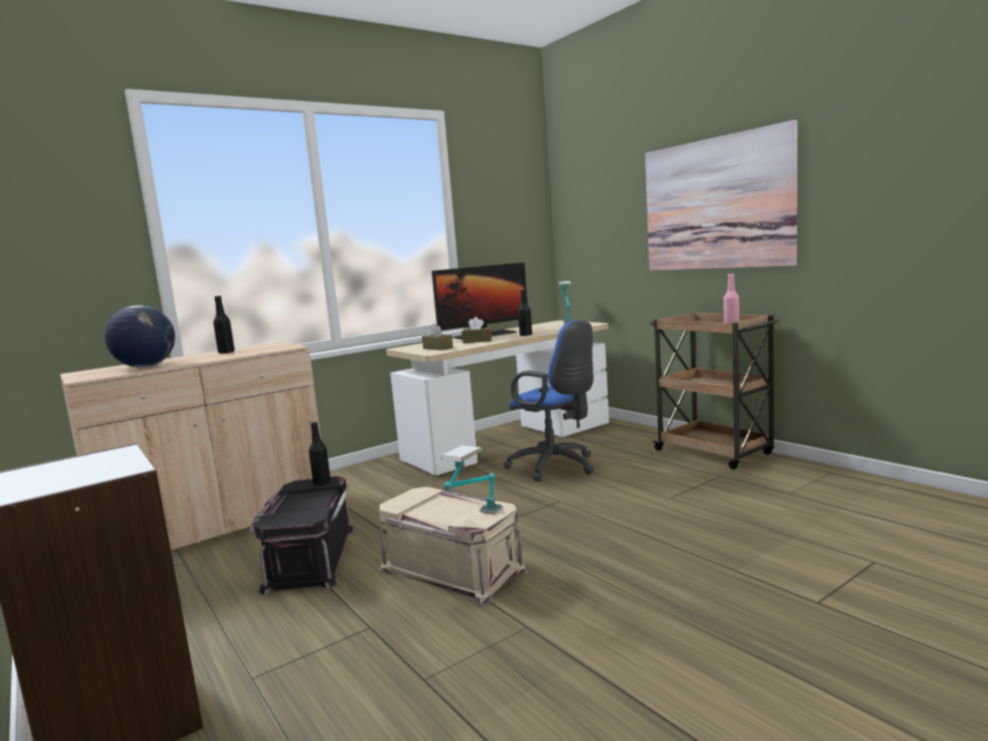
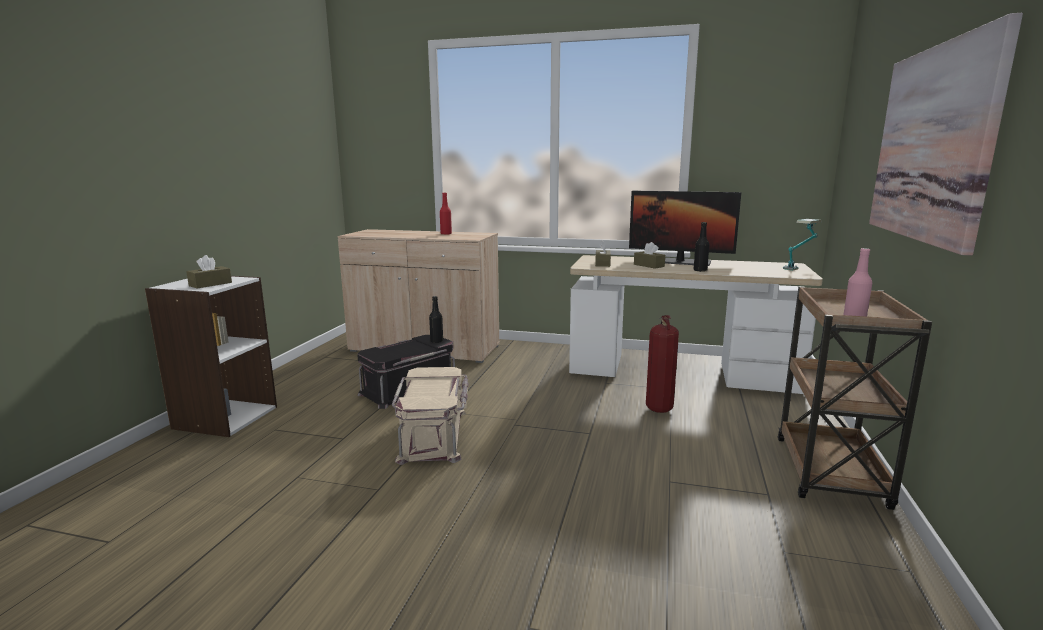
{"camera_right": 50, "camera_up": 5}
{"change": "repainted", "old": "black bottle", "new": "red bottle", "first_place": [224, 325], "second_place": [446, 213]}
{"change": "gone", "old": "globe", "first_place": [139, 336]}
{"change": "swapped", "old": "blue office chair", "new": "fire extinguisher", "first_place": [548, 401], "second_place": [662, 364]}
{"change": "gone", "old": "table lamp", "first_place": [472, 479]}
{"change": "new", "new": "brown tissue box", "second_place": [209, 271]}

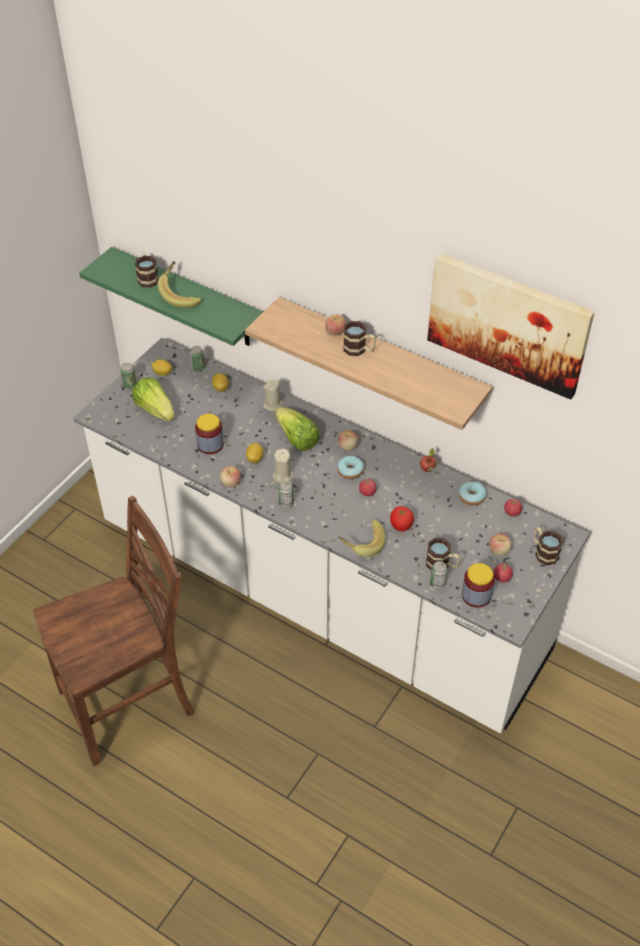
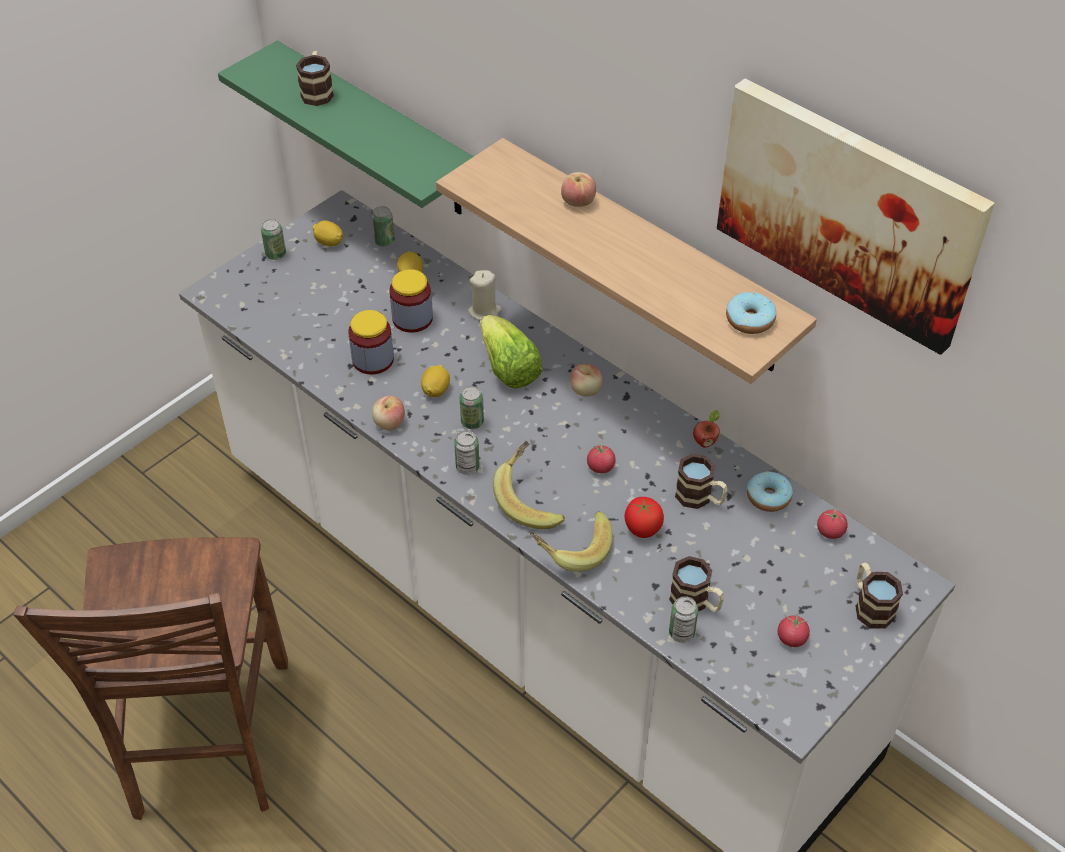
{"camera_right": 10, "camera_up": 0}
{"change": "shifted", "old": "banana", "first_place": [179, 284], "second_place": [529, 485]}
{"change": "shifted", "old": "mug", "first_place": [359, 338], "second_place": [701, 481]}
{"change": "gone", "old": "lettuce", "first_place": [153, 399]}
{"change": "swapped", "old": "beige candle", "new": "can", "first_place": [283, 466], "second_place": [472, 407]}
{"change": "shifted", "old": "donut", "first_place": [350, 467], "second_place": [751, 313]}
{"change": "rotated", "old": "brown chair", "first_place": [114, 631], "second_place": [151, 678], "degrees": 105}
{"change": "gone", "old": "apple", "first_place": [500, 545]}
{"change": "shifted", "old": "jar", "first_place": [478, 585], "second_place": [411, 301]}

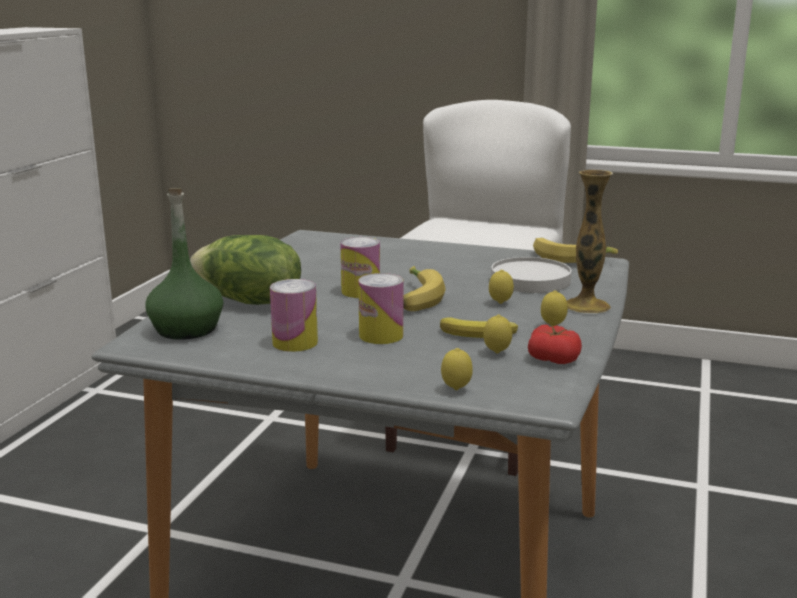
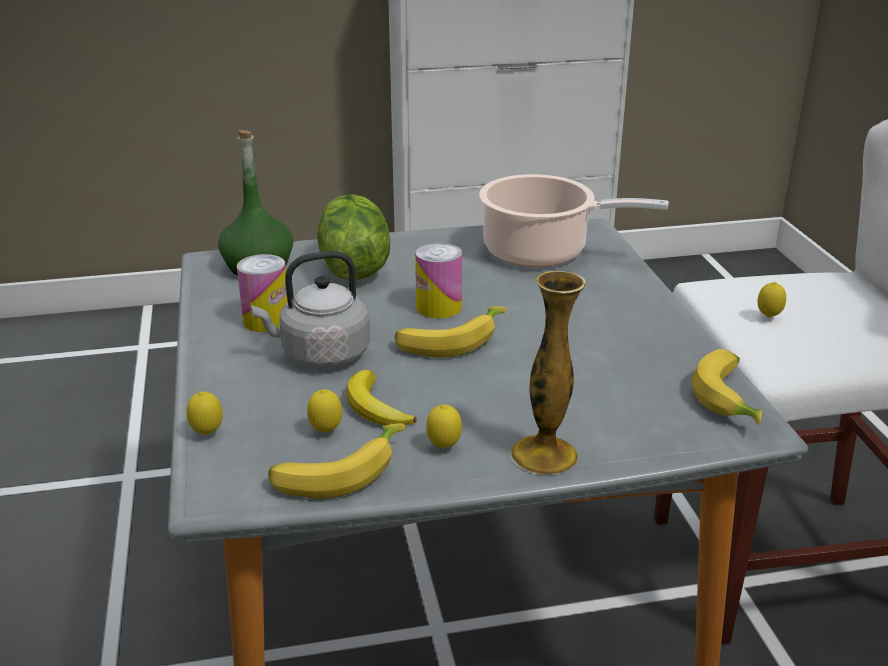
{"camera_right": 60, "camera_up": 10}
{"change": "gone", "old": "white plate", "first_place": [531, 275]}
{"change": "shifted", "old": "lemon", "first_place": [501, 287], "second_place": [772, 300]}
{"change": "swapped", "old": "can", "new": "grey kettle", "first_place": [380, 308], "second_place": [310, 309]}
{"change": "swapped", "old": "tomato", "new": "banana", "first_place": [555, 344], "second_place": [336, 461]}
{"change": "new", "new": "cooking pot", "second_place": [574, 220]}

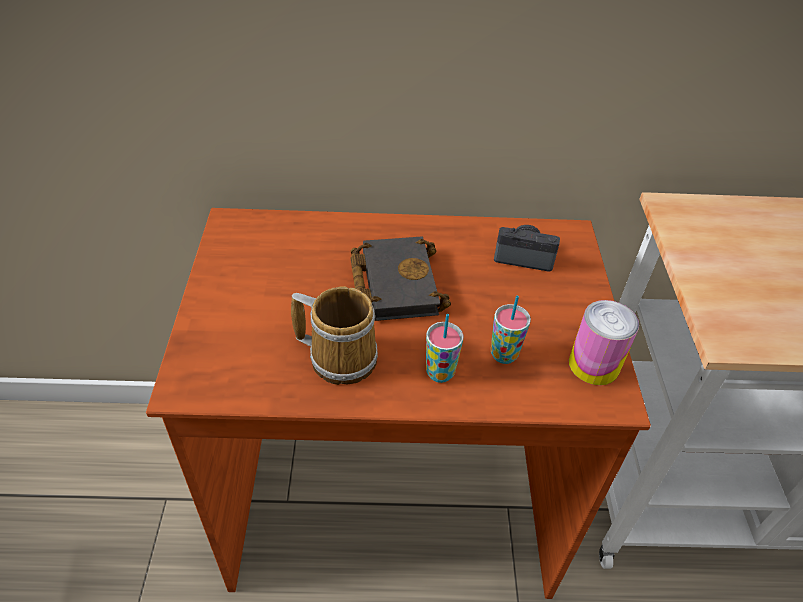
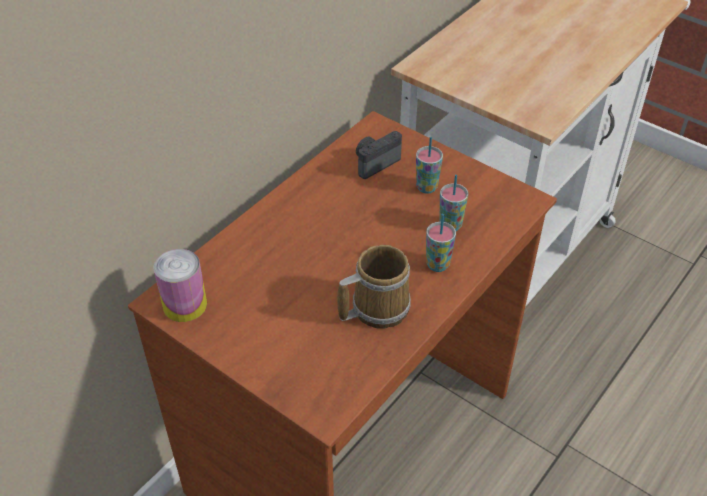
{"camera_right": -50, "camera_up": 0}
{"change": "gone", "old": "black book", "first_place": [400, 278]}
{"change": "shifted", "old": "can", "first_place": [604, 342], "second_place": [180, 285]}
{"change": "new", "new": "cup", "second_place": [429, 165]}

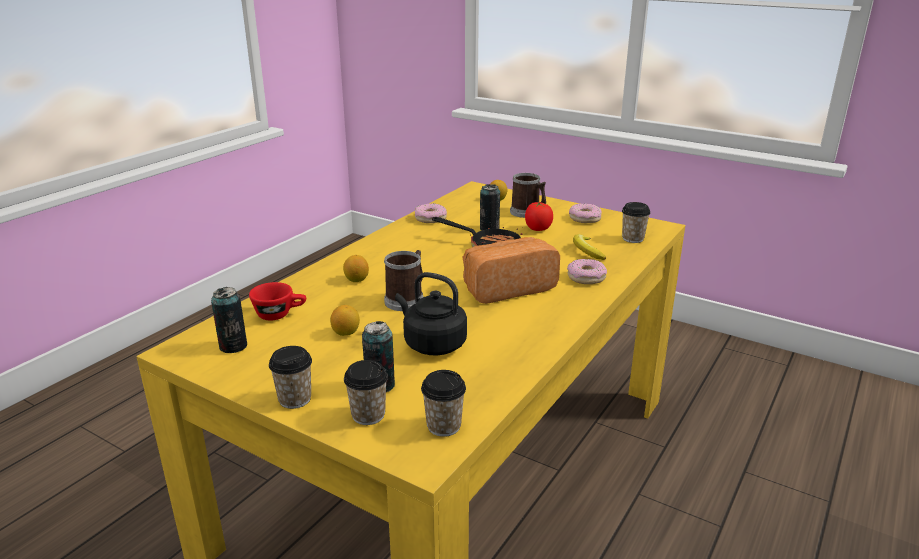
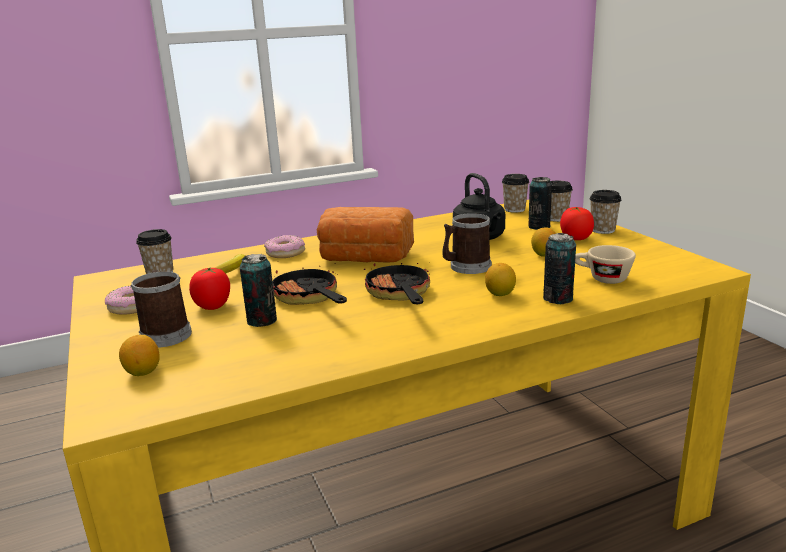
{"camera_right": -145, "camera_up": -5}
{"change": "gone", "old": "donut", "first_place": [431, 213]}
{"change": "repainted", "old": "red cup", "new": "beige cup", "first_place": [277, 301], "second_place": [605, 264]}
{"change": "shifted", "old": "can", "first_place": [229, 320], "second_place": [559, 268]}
{"change": "new", "new": "tomato", "second_place": [577, 223]}
{"change": "new", "new": "frying pan", "second_place": [397, 283]}

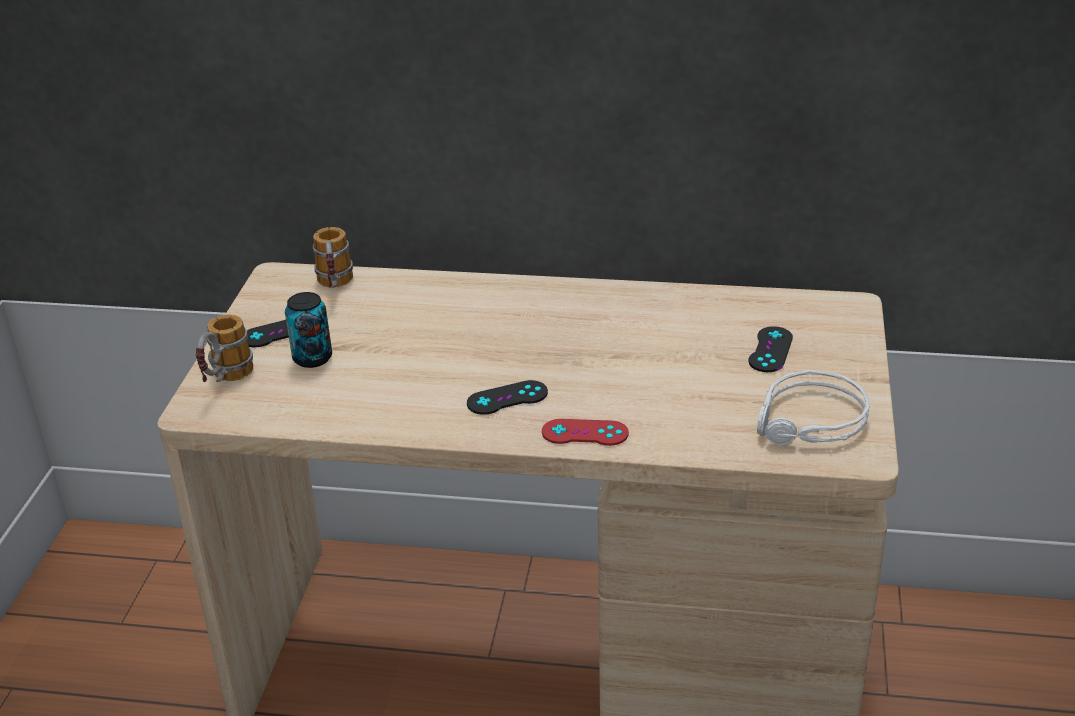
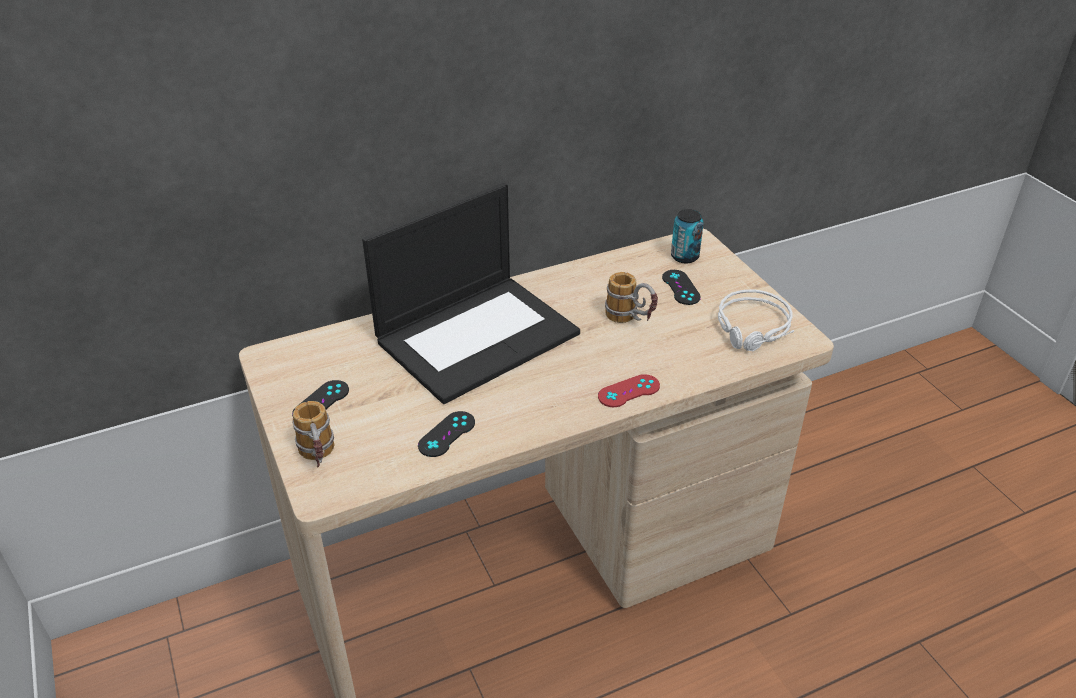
{"camera_right": -35, "camera_up": 5}
{"change": "shifted", "old": "mug", "first_place": [333, 257], "second_place": [631, 297]}
{"change": "shifted", "old": "can", "first_place": [308, 330], "second_place": [687, 236]}
{"change": "shifted", "old": "black game controller", "first_place": [507, 397], "second_place": [446, 434]}
{"change": "new", "new": "laptop", "second_place": [471, 293]}

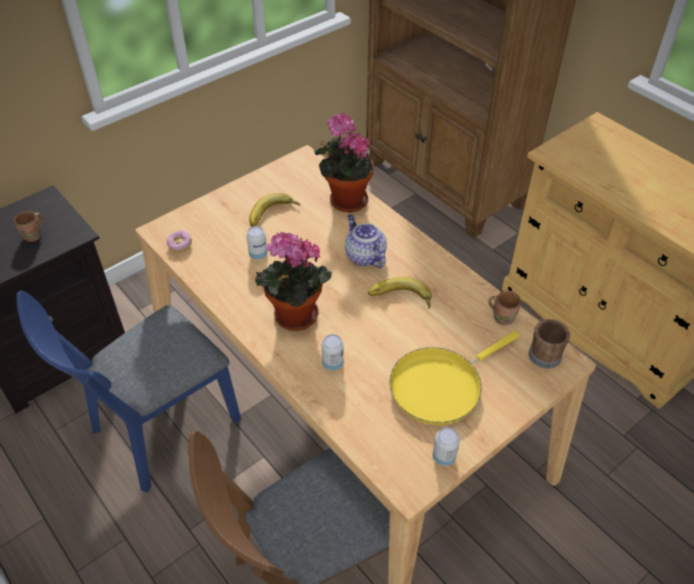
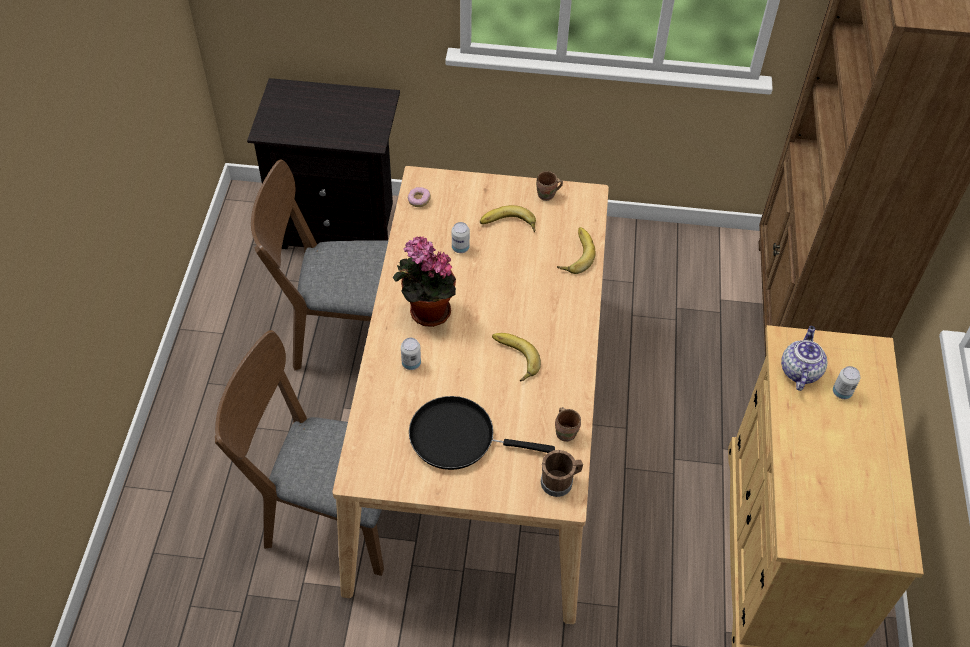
{"camera_right": 45, "camera_up": 5}
{"change": "swapped", "old": "potted plant", "new": "banana", "first_place": [344, 162], "second_place": [576, 250]}
{"change": "shifted", "old": "brown mug", "first_place": [28, 226], "second_place": [549, 186]}
{"change": "shifted", "old": "teapot", "first_place": [366, 241], "second_place": [804, 358]}
{"change": "repainted", "old": "blue chair", "new": "brown chair", "first_place": [128, 392], "second_place": [319, 264]}
{"change": "repainted", "old": "yellow frying pan", "new": "black frying pan", "first_place": [454, 378], "second_place": [482, 433]}
{"change": "shifted", "old": "can", "first_place": [446, 446], "second_place": [846, 382]}

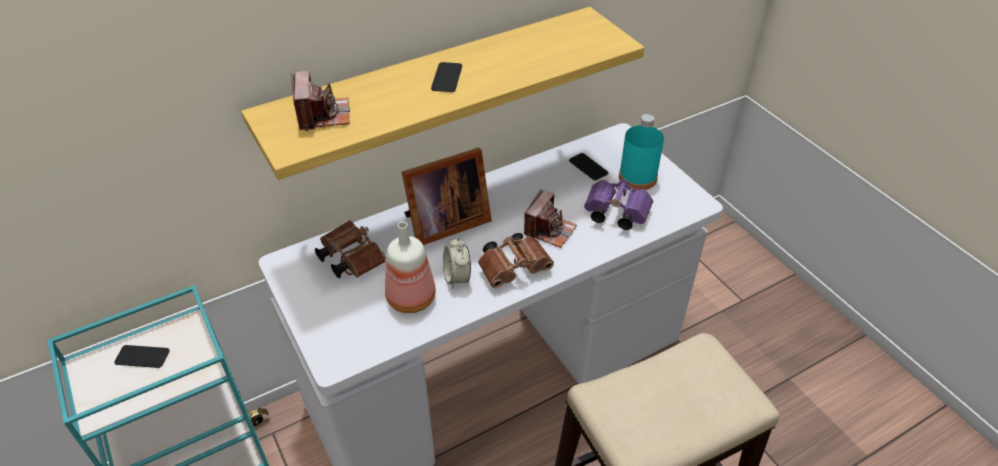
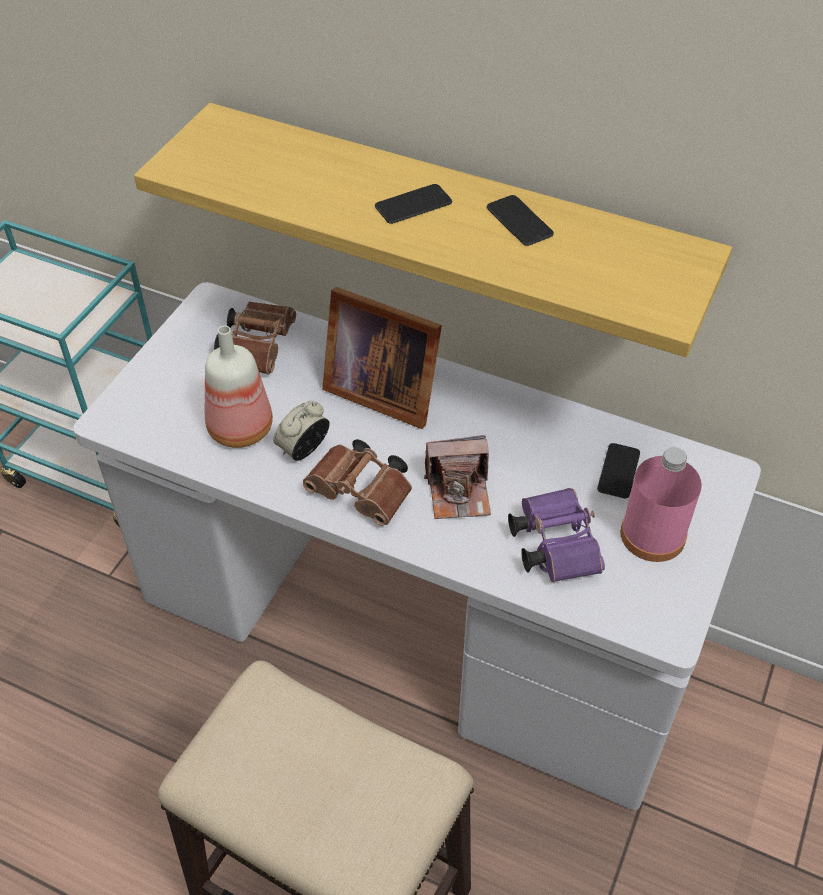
{"camera_right": 55, "camera_up": 5}
{"change": "gone", "old": "photo camera", "first_place": [320, 101]}
{"change": "repainted", "old": "turquoise bottle", "new": "pink bottle", "first_place": [641, 152], "second_place": [661, 504]}
{"change": "shifted", "old": "phone", "first_place": [141, 356], "second_place": [520, 220]}

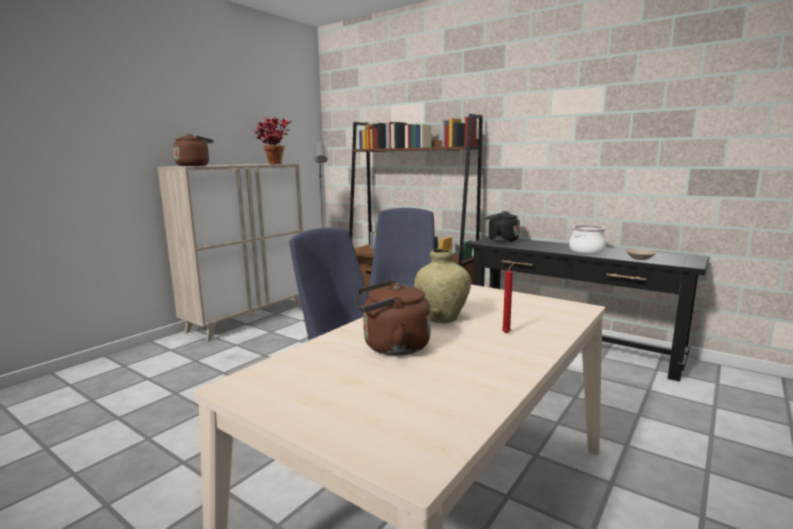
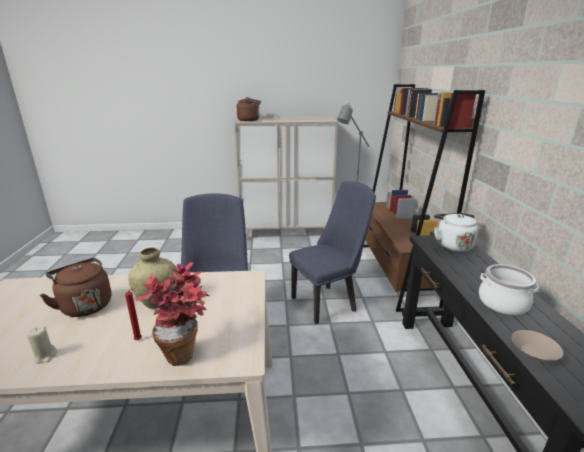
{"camera_right": 50, "camera_up": 10}
{"change": "shifted", "old": "potted plant", "first_place": [272, 140], "second_place": [172, 314]}
{"change": "repainted", "old": "black kettle", "new": "white kettle", "first_place": [502, 226], "second_place": [456, 232]}
{"change": "new", "new": "beige candle", "second_place": [42, 345]}

